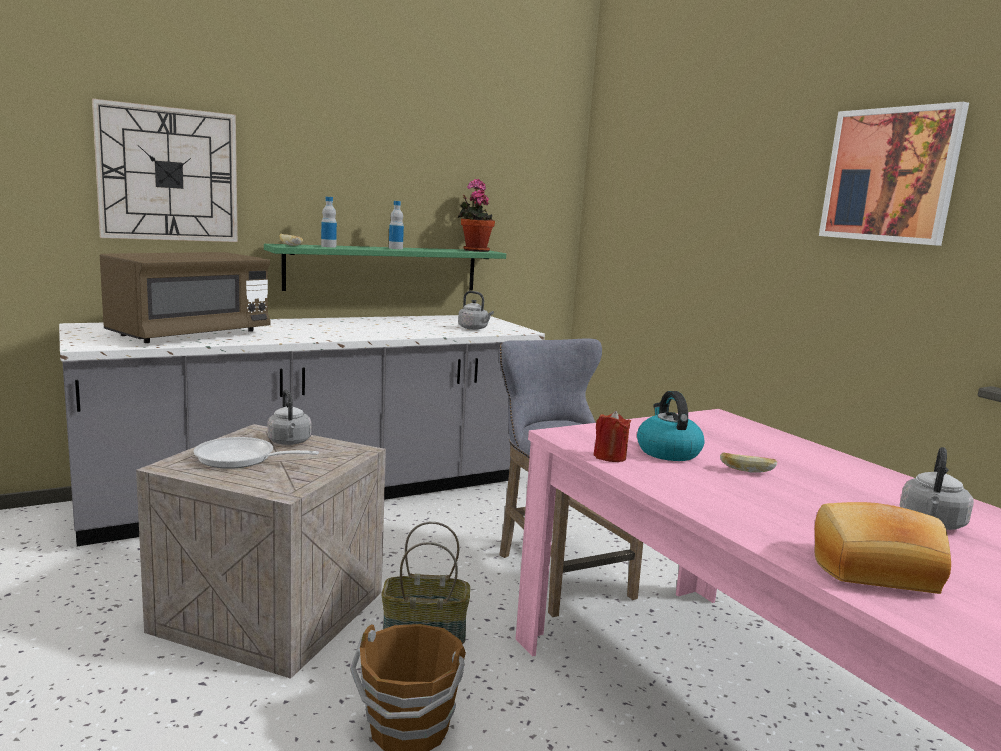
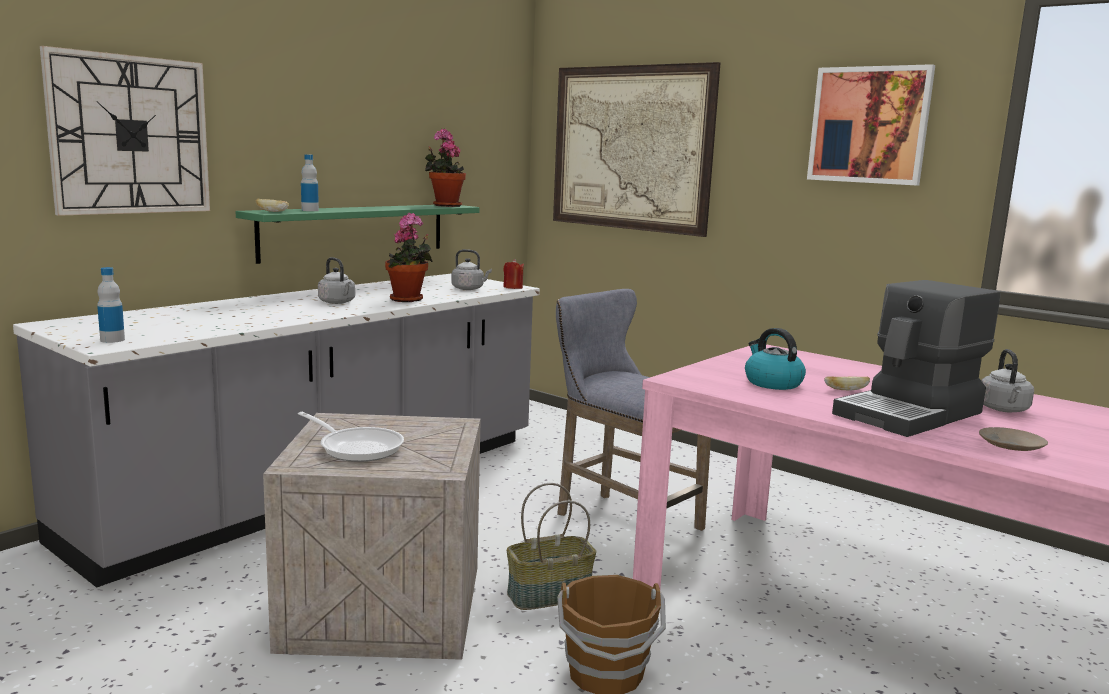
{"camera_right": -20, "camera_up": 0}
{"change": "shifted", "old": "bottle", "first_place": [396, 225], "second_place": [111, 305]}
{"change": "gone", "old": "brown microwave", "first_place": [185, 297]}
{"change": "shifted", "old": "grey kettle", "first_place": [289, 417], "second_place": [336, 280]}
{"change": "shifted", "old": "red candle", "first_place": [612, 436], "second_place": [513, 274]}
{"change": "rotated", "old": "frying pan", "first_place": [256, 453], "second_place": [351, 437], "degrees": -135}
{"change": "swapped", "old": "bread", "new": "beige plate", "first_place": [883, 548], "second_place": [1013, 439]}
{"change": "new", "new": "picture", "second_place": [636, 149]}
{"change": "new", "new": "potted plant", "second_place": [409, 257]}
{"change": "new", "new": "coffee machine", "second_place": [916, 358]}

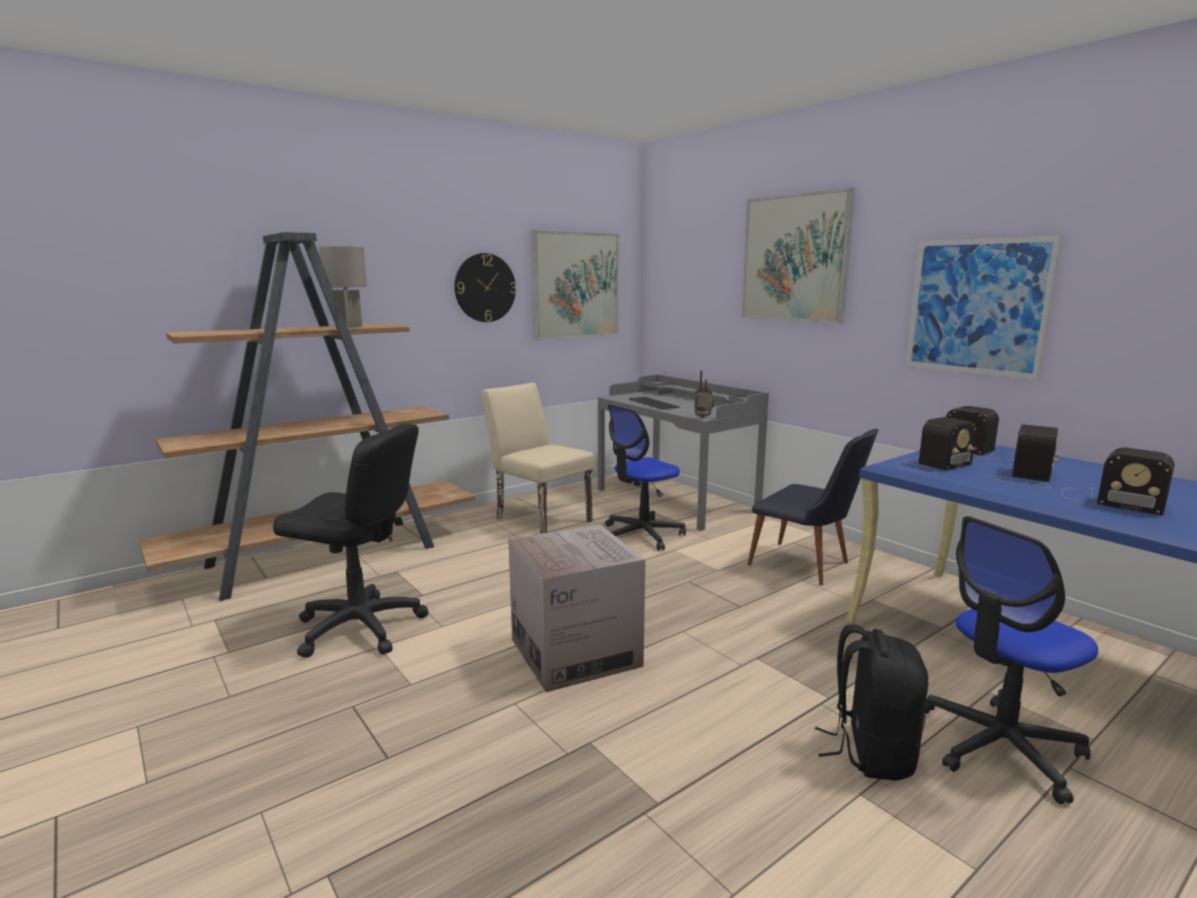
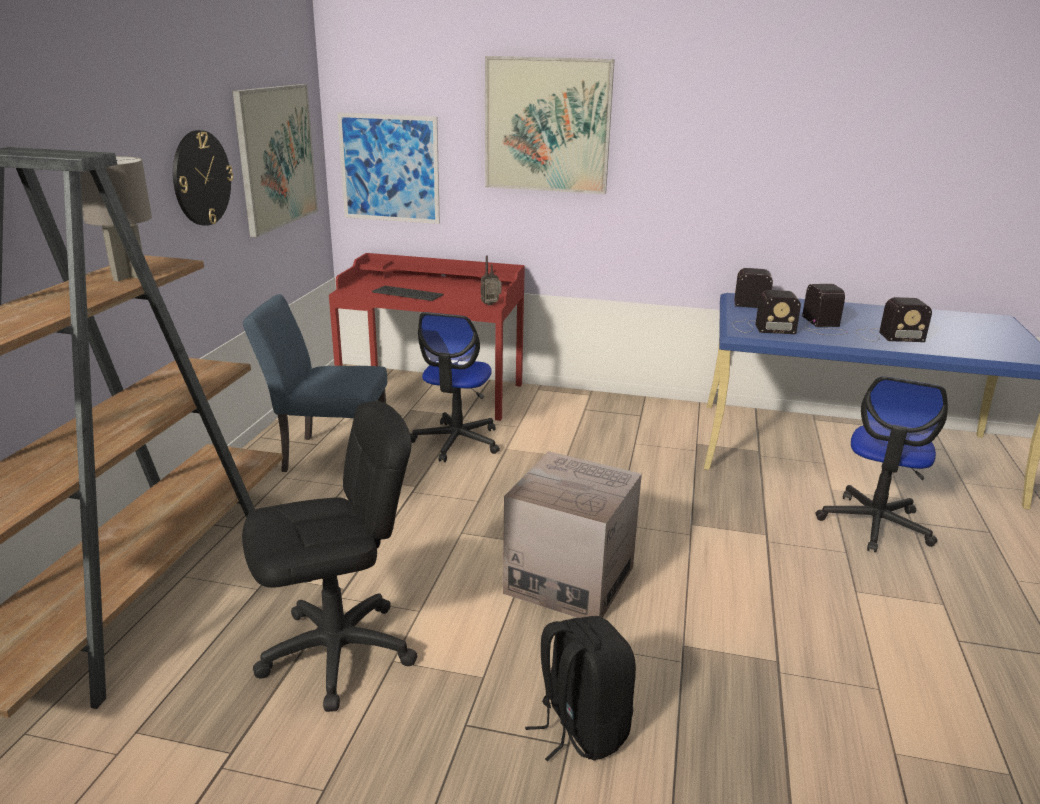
{"camera_right": -40, "camera_up": 10}
{"change": "shifted", "old": "picture", "first_place": [984, 308], "second_place": [388, 168]}
{"change": "repainted", "old": "grey desk", "new": "red desk", "first_place": [683, 452], "second_place": [427, 337]}
{"change": "repainted", "old": "beige chair", "new": "blue chair", "first_place": [538, 458], "second_place": [315, 383]}
{"change": "rotated", "old": "radio", "first_place": [934, 445], "second_place": [766, 312], "degrees": 75}
{"change": "gone", "old": "black chair", "first_place": [812, 507]}
{"change": "shifted", "old": "black backpack", "first_place": [871, 702], "second_place": [580, 689]}

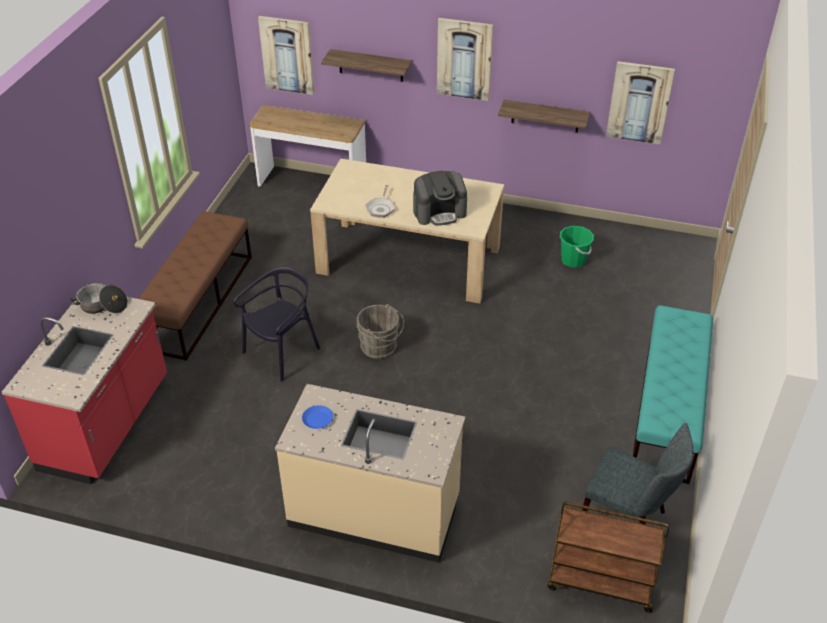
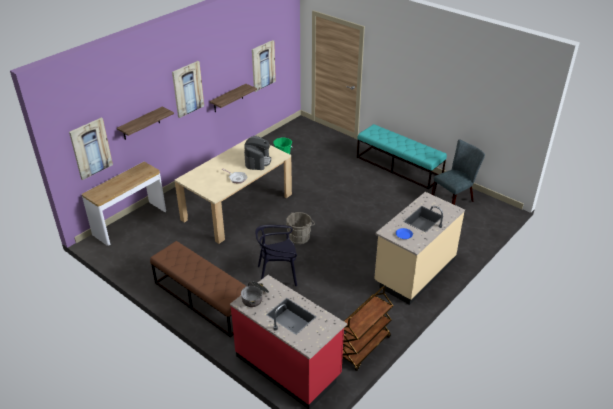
{"camera_right": -65, "camera_up": -5}
{"change": "rotated", "old": "black chair", "first_place": [276, 324], "second_place": [276, 255], "degrees": -75}
{"change": "shifted", "old": "brown cart", "first_place": [608, 557], "second_place": [367, 328]}

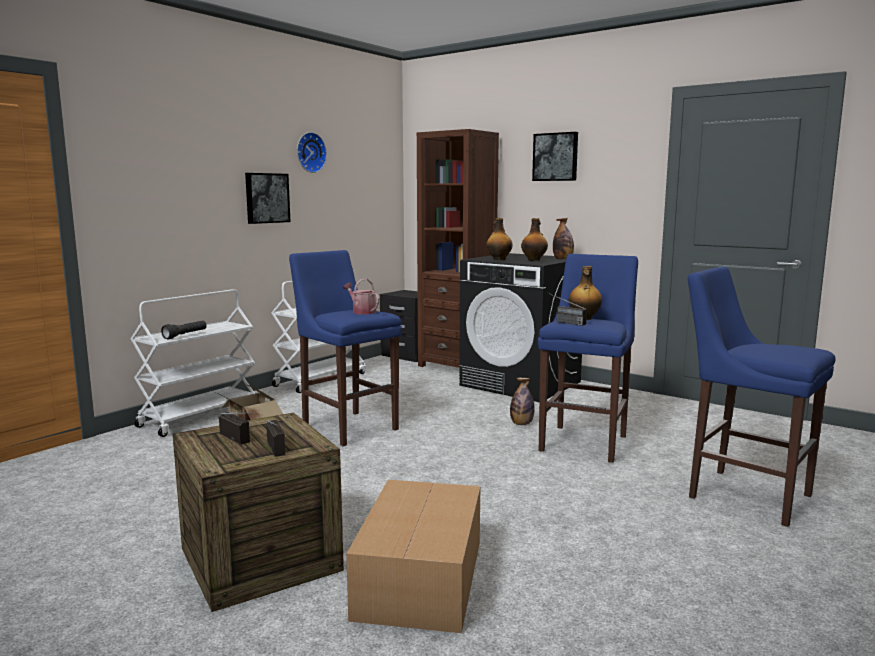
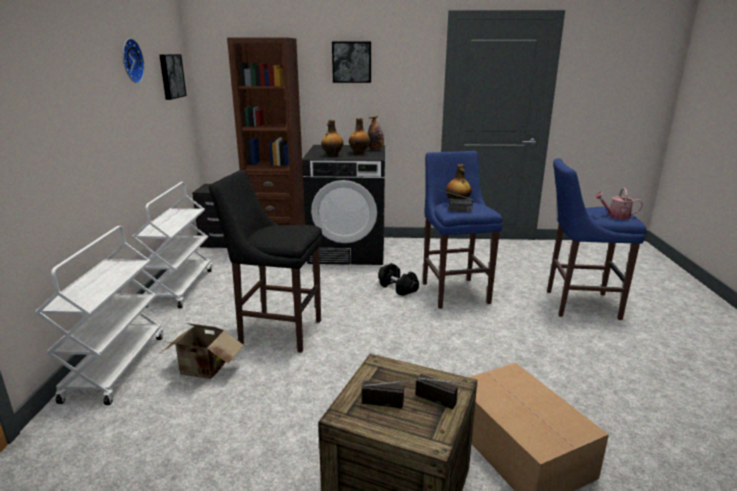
{"camera_right": -35, "camera_up": 10}
{"change": "shifted", "old": "picture", "first_place": [267, 198], "second_place": [173, 77]}
{"change": "repainted", "old": "blue stool", "new": "black stool", "first_place": [345, 348], "second_place": [265, 261]}
{"change": "shifted", "old": "watering can", "first_place": [361, 297], "second_place": [618, 203]}
{"change": "gone", "old": "black flashlight", "first_place": [183, 330]}
{"change": "swapped", "old": "bottle", "new": "black dumbbell", "first_place": [522, 401], "second_place": [398, 279]}

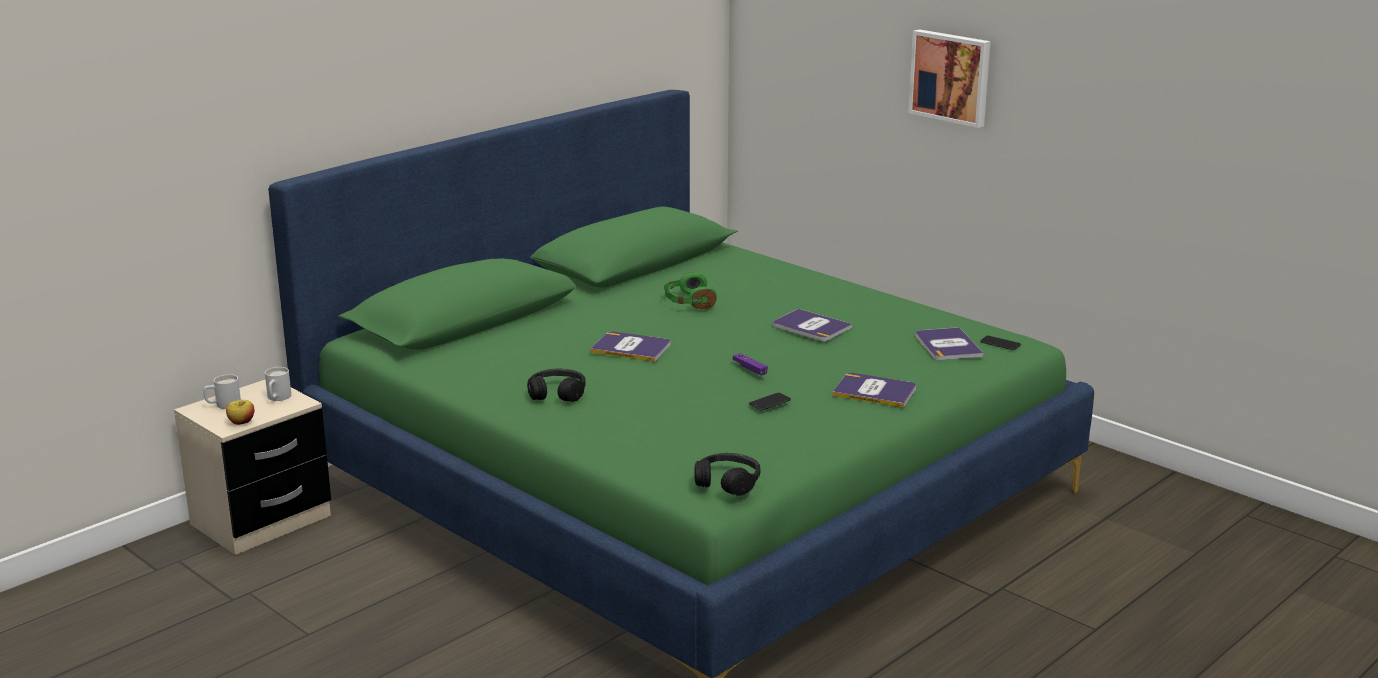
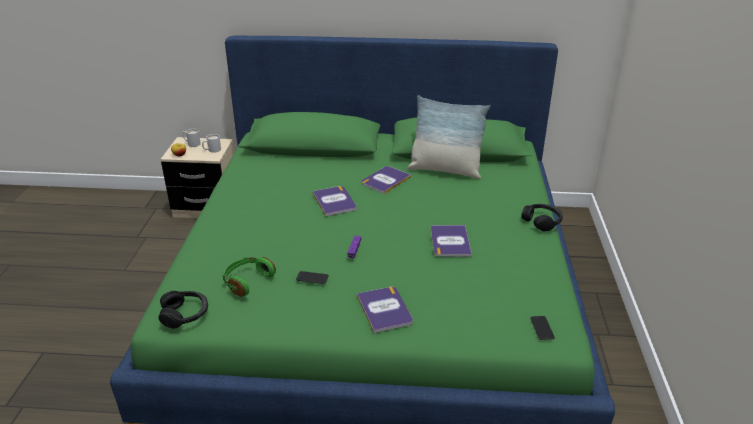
{"camera_right": 50, "camera_up": 10}
{"change": "gone", "old": "picture", "first_place": [949, 78]}
{"change": "shifted", "old": "green headphones", "first_place": [690, 290], "second_place": [249, 277]}
{"change": "shifted", "old": "book", "first_place": [949, 343], "second_place": [386, 180]}
{"change": "shifted", "old": "black headphones", "first_place": [556, 385], "second_place": [542, 218]}
{"change": "new", "new": "pillow", "second_place": [448, 137]}

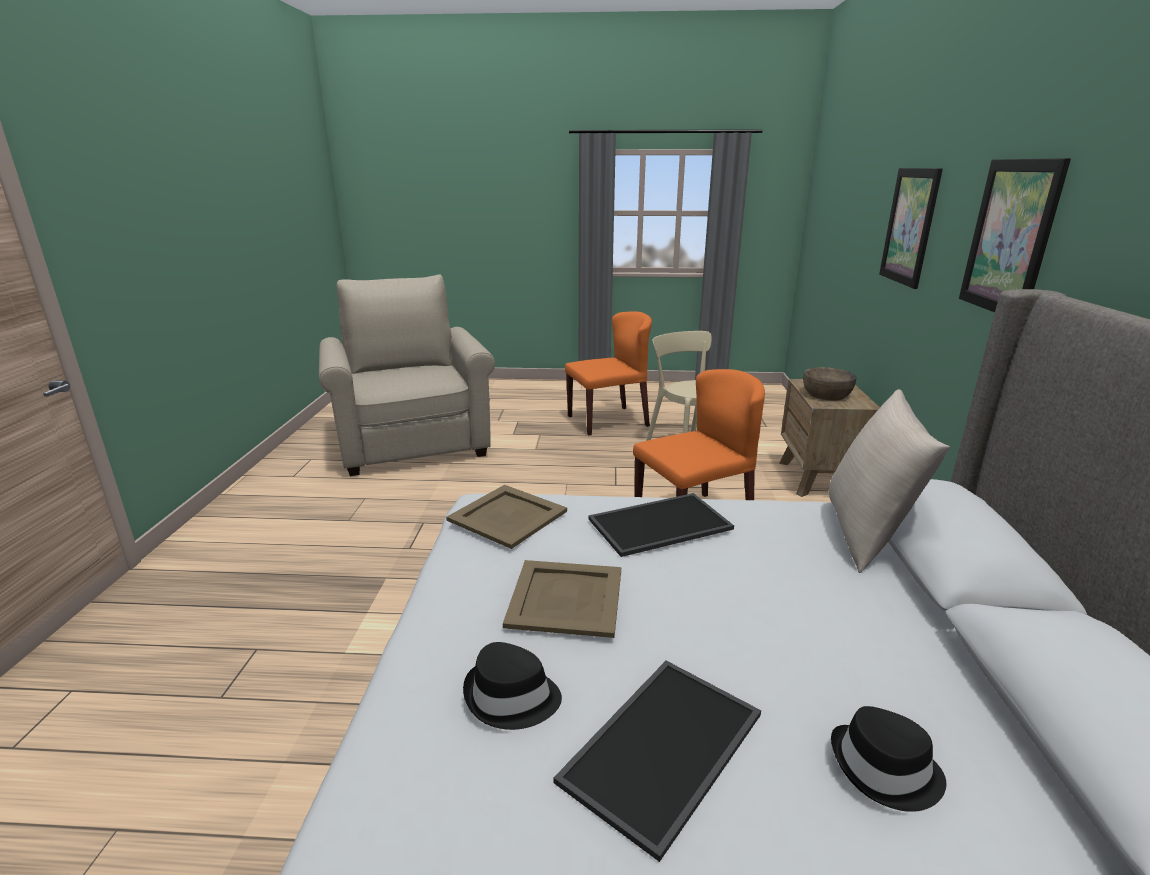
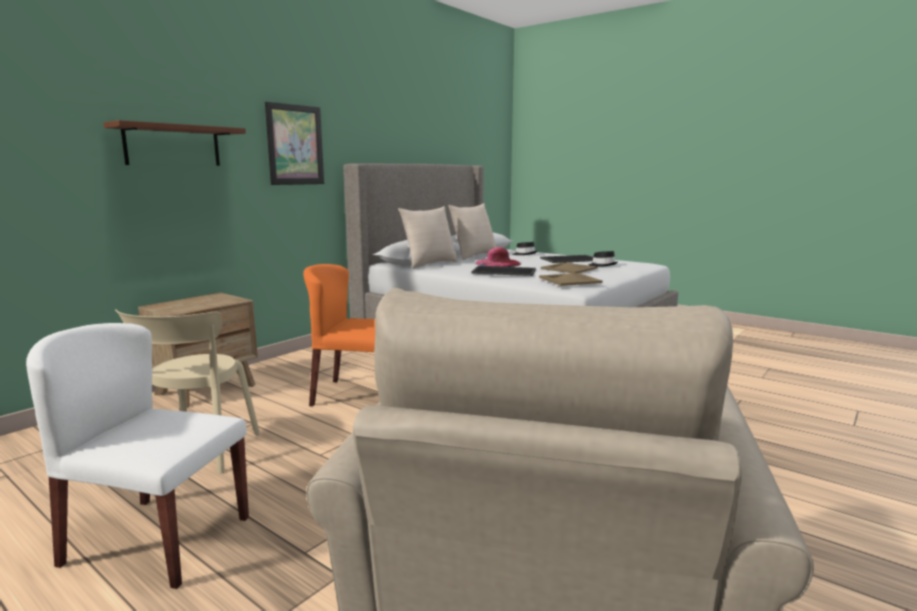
{"camera_right": -145, "camera_up": -10}
{"change": "swapped", "old": "picture", "new": "brown shelf", "first_place": [911, 228], "second_place": [174, 143]}
{"change": "repainted", "old": "orange chair", "new": "white chair", "first_place": [608, 373], "second_place": [137, 456]}
{"change": "gone", "old": "brown bowl", "first_place": [829, 384]}
{"change": "new", "new": "beige pillow", "second_place": [472, 231]}
{"change": "new", "new": "pink hat", "second_place": [498, 257]}

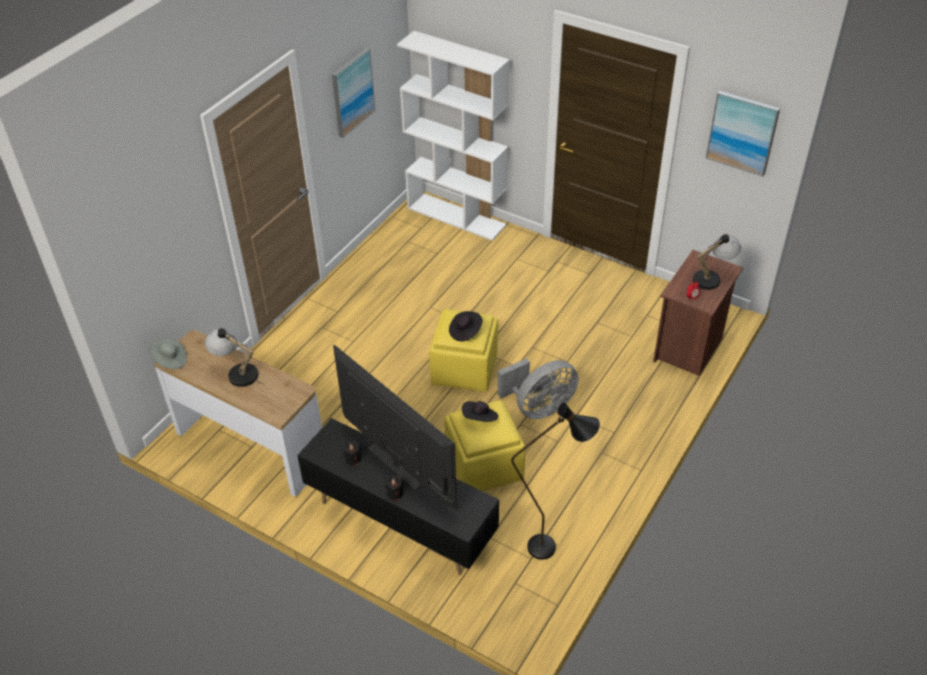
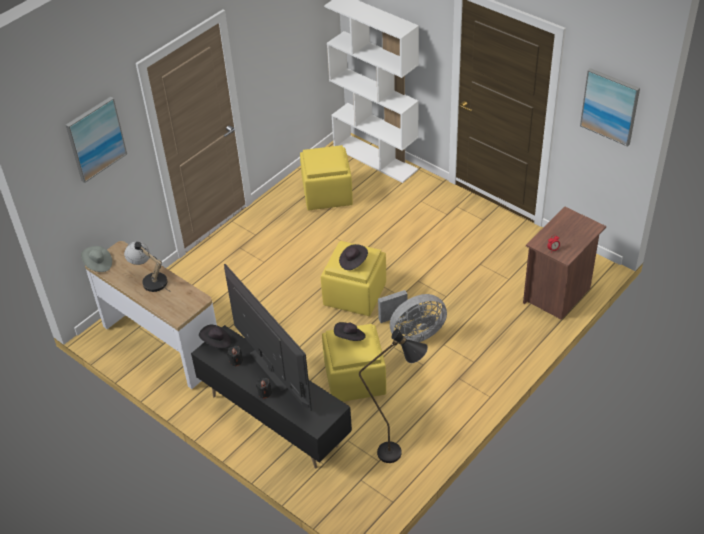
{"camera_right": 10, "camera_up": 0}
{"change": "shifted", "old": "picture", "first_place": [353, 93], "second_place": [96, 140]}
{"change": "gone", "old": "table lamp", "first_place": [717, 262]}
{"change": "new", "new": "yellow ottoman", "second_place": [326, 178]}
{"change": "new", "new": "black hat", "second_place": [215, 336]}

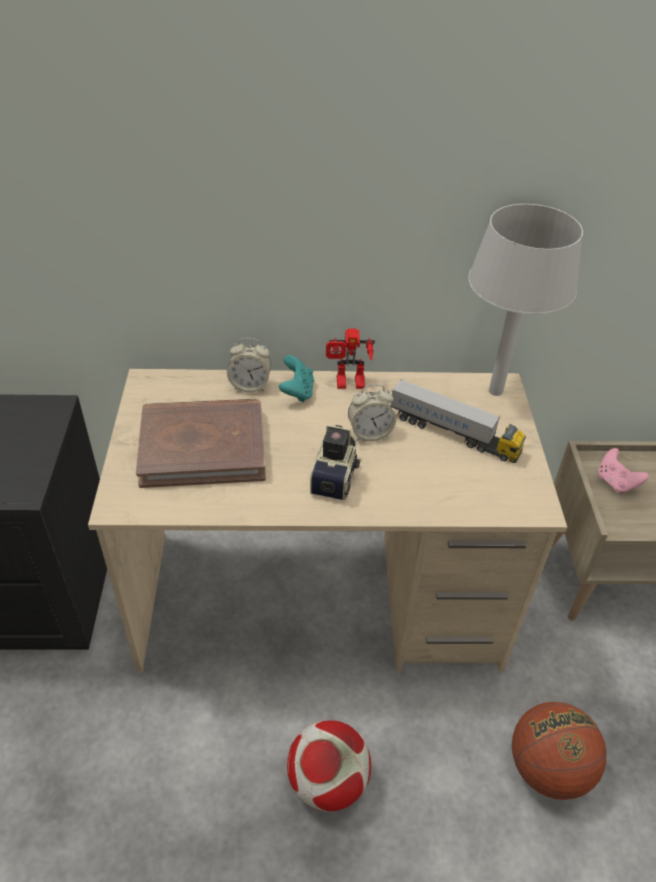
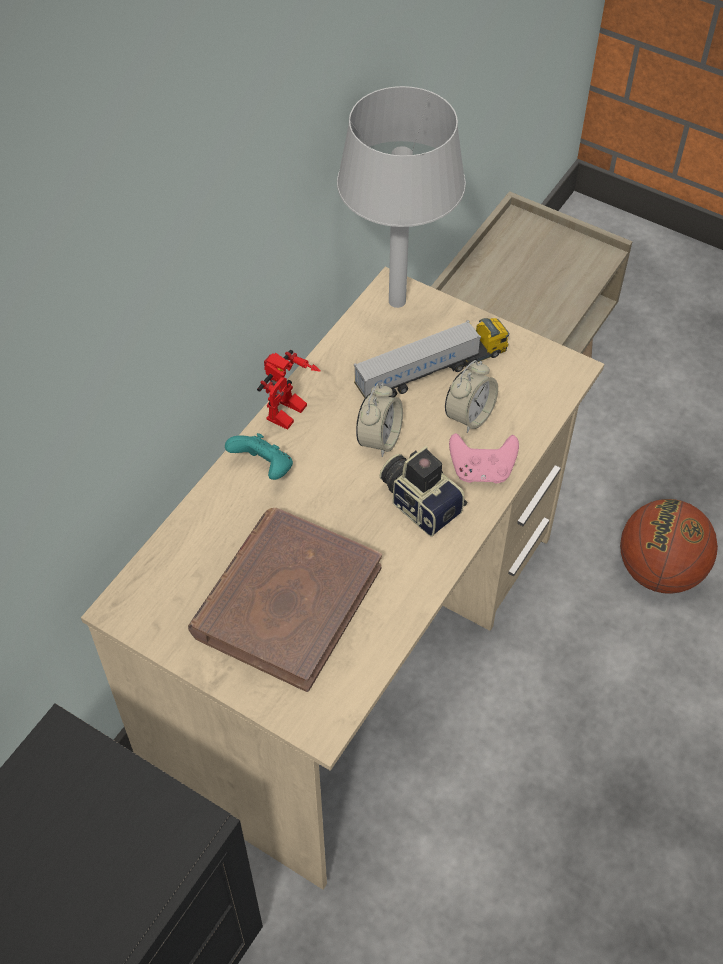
{"camera_right": -55, "camera_up": 10}
{"change": "shifted", "old": "alarm clock", "first_place": [249, 365], "second_place": [471, 396]}
{"change": "shifted", "old": "pink game controller", "first_place": [623, 471], "second_place": [484, 458]}
{"change": "gone", "old": "football", "first_place": [329, 766]}

